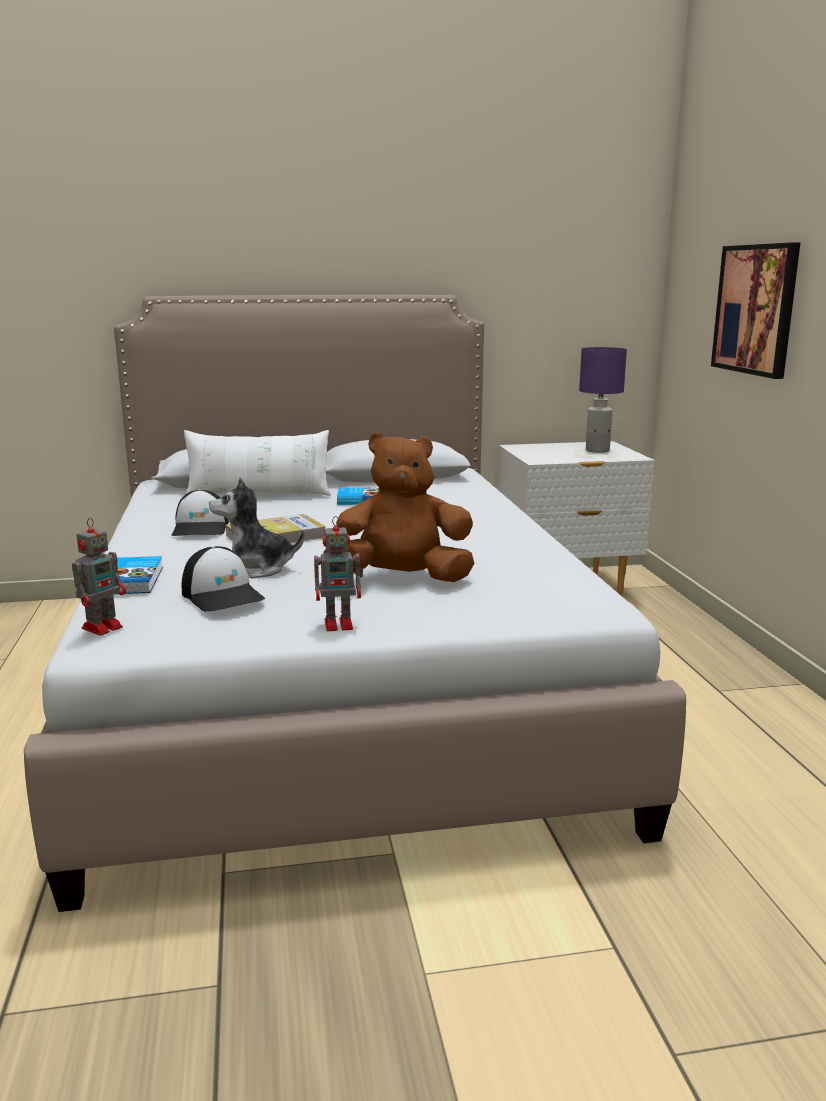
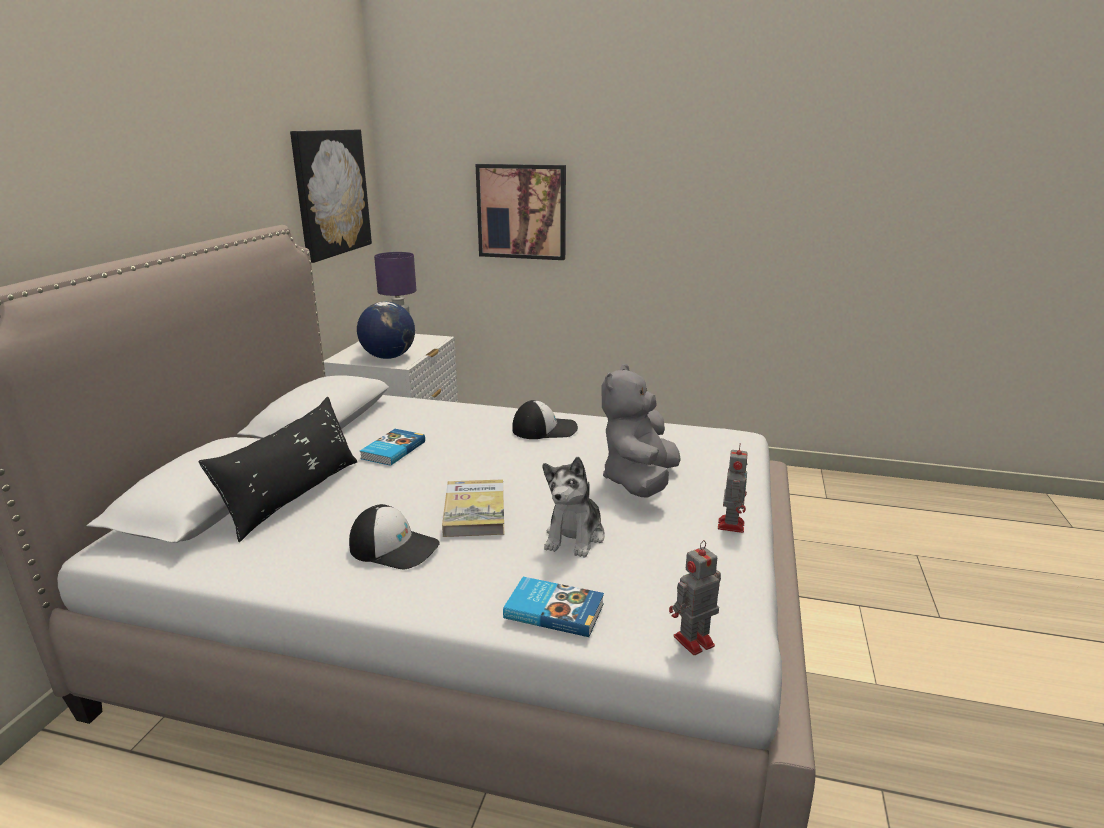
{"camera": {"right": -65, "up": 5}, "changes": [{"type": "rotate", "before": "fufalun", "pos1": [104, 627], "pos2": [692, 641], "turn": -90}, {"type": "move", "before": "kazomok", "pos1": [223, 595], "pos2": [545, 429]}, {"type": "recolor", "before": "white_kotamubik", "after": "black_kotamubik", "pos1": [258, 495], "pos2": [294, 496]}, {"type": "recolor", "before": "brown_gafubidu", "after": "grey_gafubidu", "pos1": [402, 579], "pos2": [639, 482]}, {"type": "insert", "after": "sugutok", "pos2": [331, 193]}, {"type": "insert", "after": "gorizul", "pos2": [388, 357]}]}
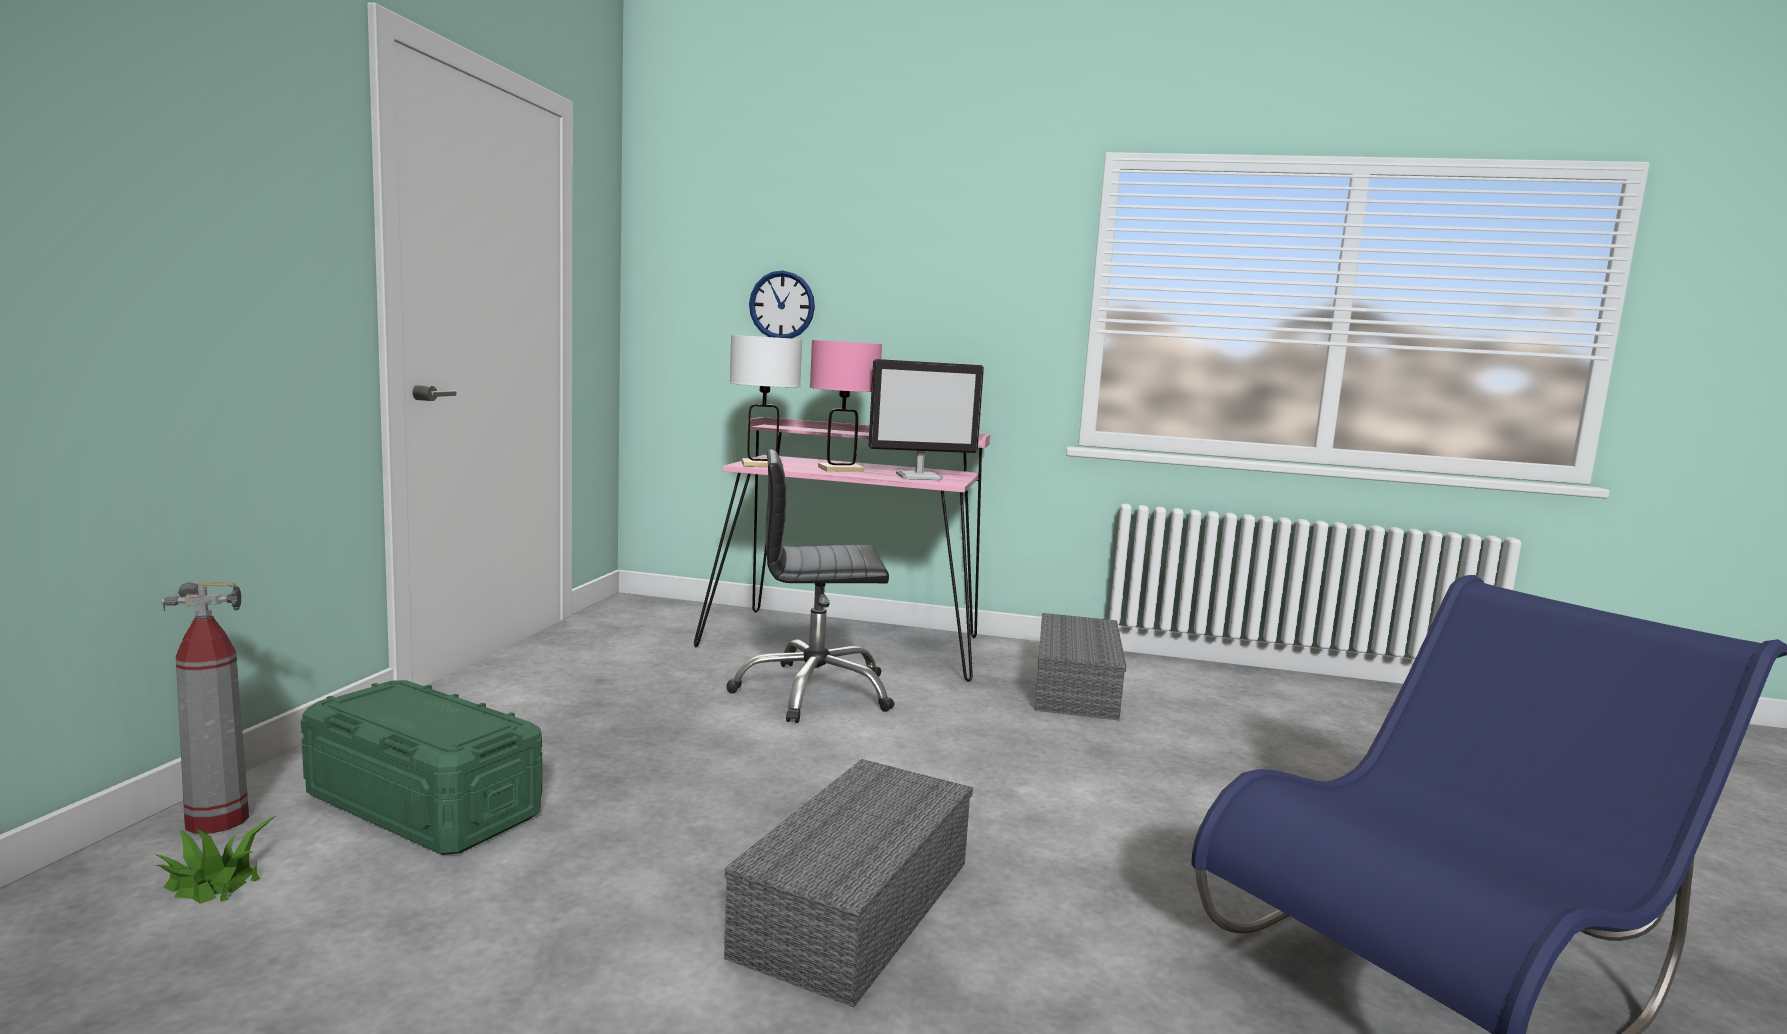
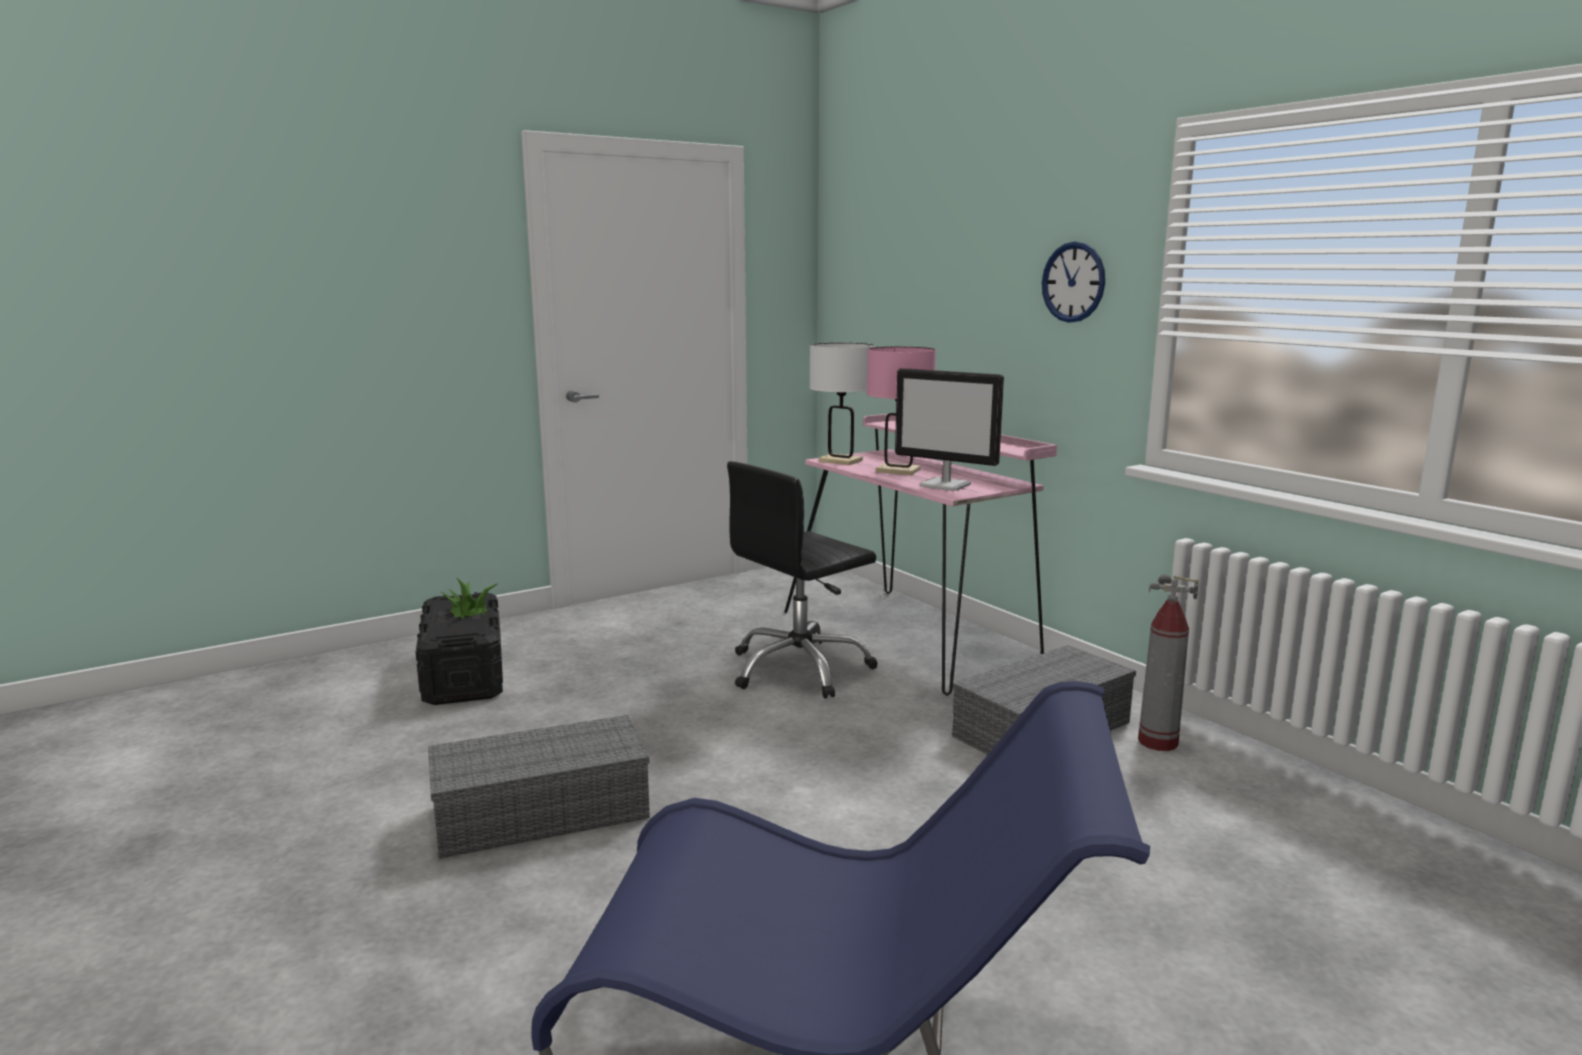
{"camera": {"right": 45, "up": 5}, "changes": [{"type": "move", "before": "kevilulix", "pos1": [213, 883], "pos2": [468, 610]}, {"type": "move", "before": "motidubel", "pos1": [216, 821], "pos2": [1157, 742]}, {"type": "recolor", "before": "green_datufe", "after": "black_datufe", "pos1": [423, 805], "pos2": [463, 674]}, {"type": "rotate", "before": "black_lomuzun", "pos1": [814, 692], "pos2": [800, 669], "turn": -75}, {"type": "move", "before": "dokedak", "pos1": [782, 305], "pos2": [1073, 282]}]}
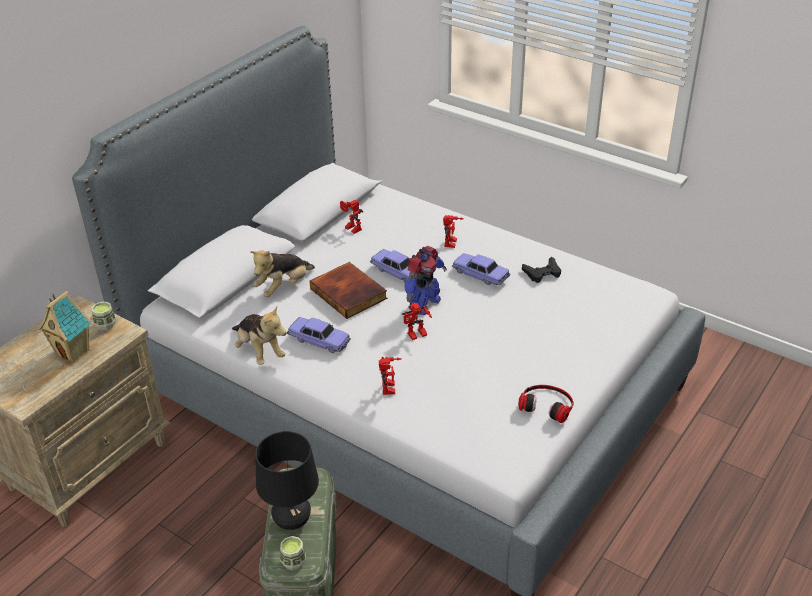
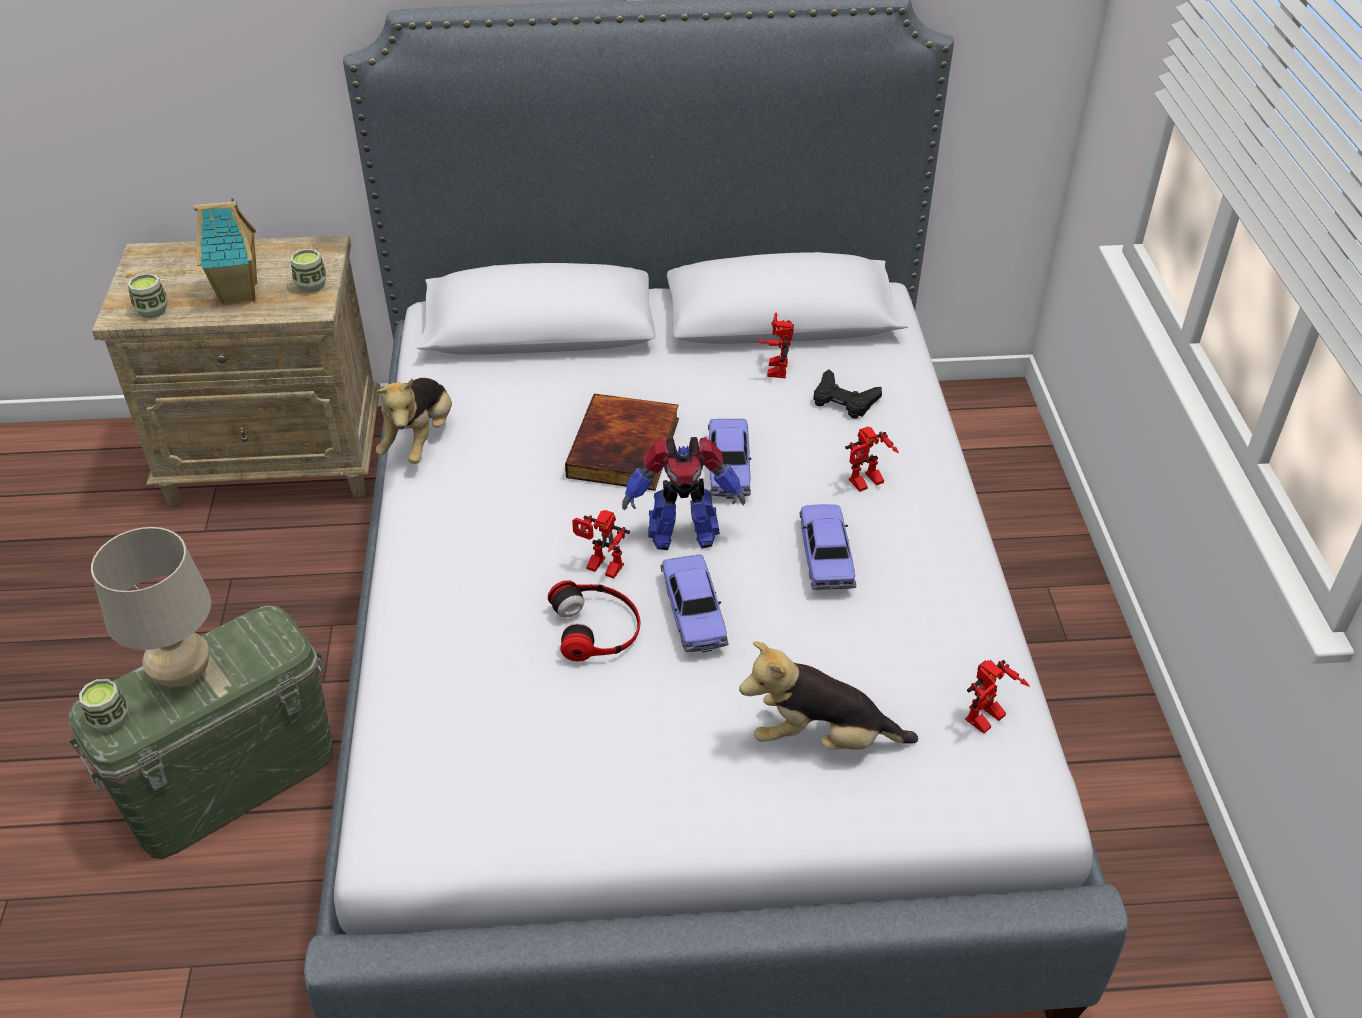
{"camera": {"right": 50, "up": 5}, "changes": [{"type": "move", "before": "gafubidu", "pos1": [283, 287], "pos2": [821, 738]}, {"type": "recolor", "before": "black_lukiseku", "after": "beige_lukiseku", "pos1": [292, 521], "pos2": [183, 674]}, {"type": "move", "before": "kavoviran", "pos1": [319, 340], "pos2": [694, 612]}, {"type": "move", "before": "fufalun", "pos1": [391, 389], "pos2": [987, 722]}, {"type": "move", "before": "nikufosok", "pos1": [547, 404], "pos2": [597, 626]}, {"type": "move", "before": "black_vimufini", "pos1": [542, 273], "pos2": [844, 400]}, {"type": "insert", "after": "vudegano", "pos2": [152, 310]}]}
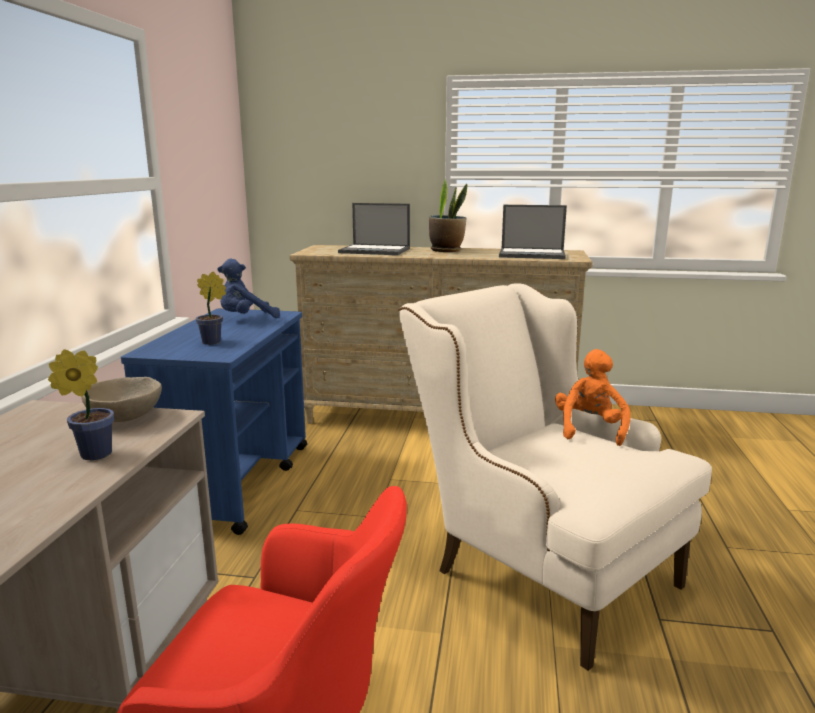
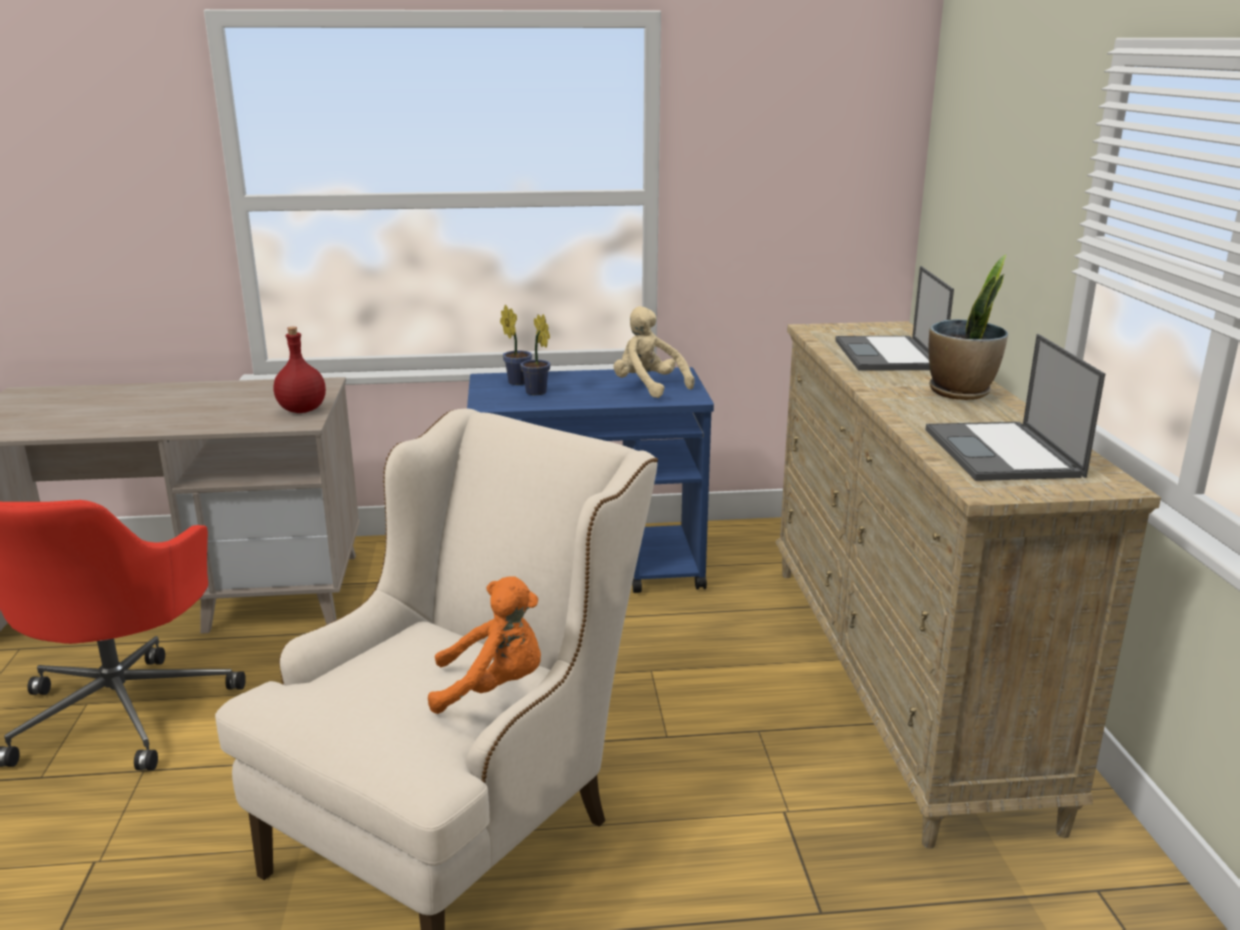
{"camera": {"right": 75, "up": 5}, "changes": [{"type": "move", "before": "kevilulix", "pos1": [92, 455], "pos2": [516, 381]}, {"type": "replace", "before": "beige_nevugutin", "after": "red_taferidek", "pos1": [125, 418], "pos2": [301, 410]}, {"type": "recolor", "before": "blue_gafubidu", "after": "beige_gafubidu", "pos1": [246, 319], "pos2": [648, 387]}]}
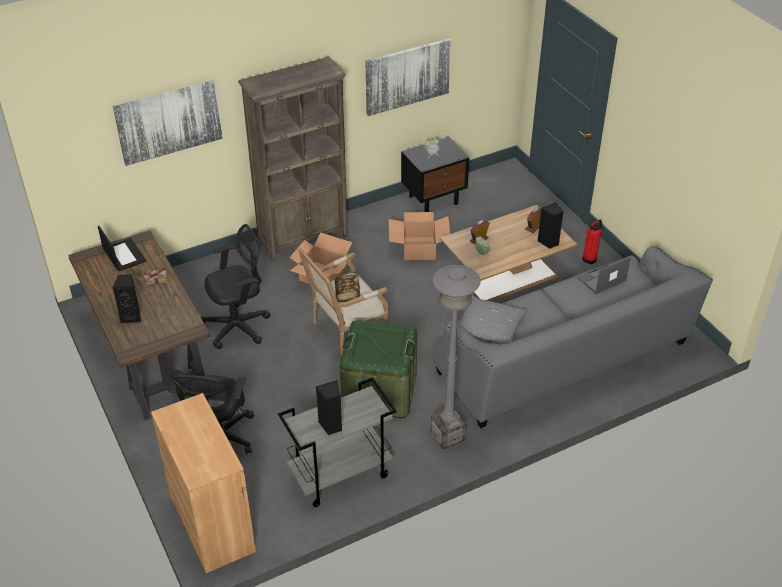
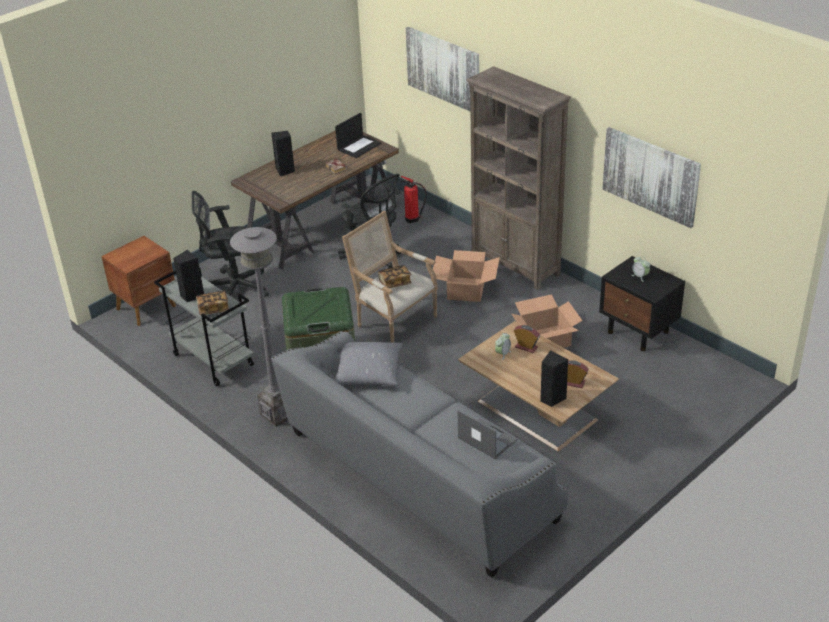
{"camera": {"right": 75, "up": -5}, "changes": [{"type": "replace", "before": "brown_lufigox", "after": "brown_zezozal", "pos1": [212, 523], "pos2": [147, 308]}, {"type": "move", "before": "motidubel", "pos1": [590, 258], "pos2": [413, 219]}, {"type": "insert", "after": "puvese", "pos2": [213, 309]}]}
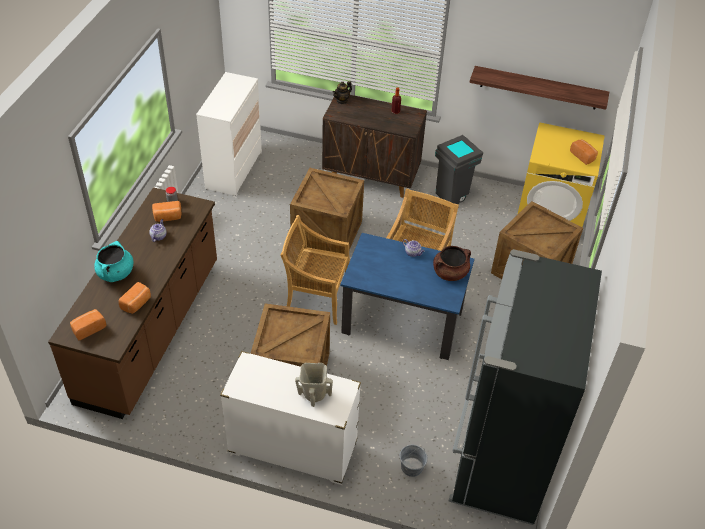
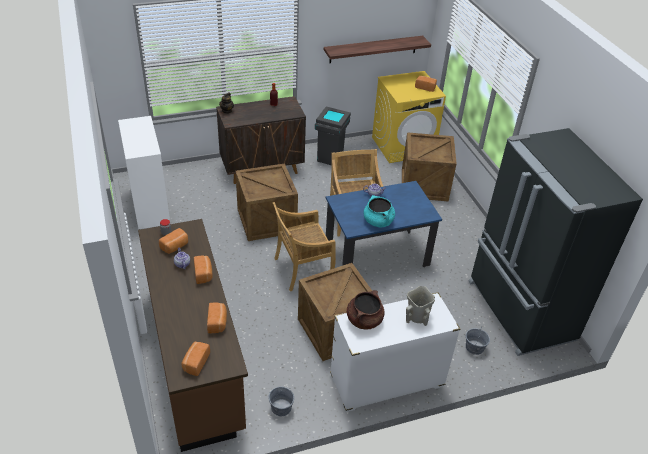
{"camera": {"right": -35, "up": -5}, "changes": [{"type": "move", "before": "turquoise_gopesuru", "pos1": [116, 273], "pos2": [378, 221]}, {"type": "move", "before": "brown_gopesuru", "pos1": [450, 273], "pos2": [364, 320]}, {"type": "insert", "after": "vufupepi", "pos2": [203, 274]}, {"type": "insert", "after": "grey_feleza", "pos2": [281, 407]}]}
